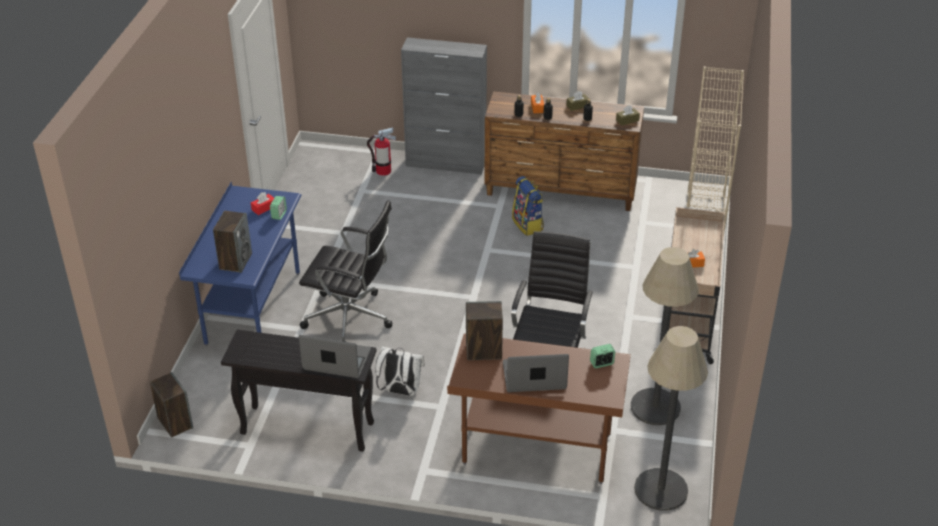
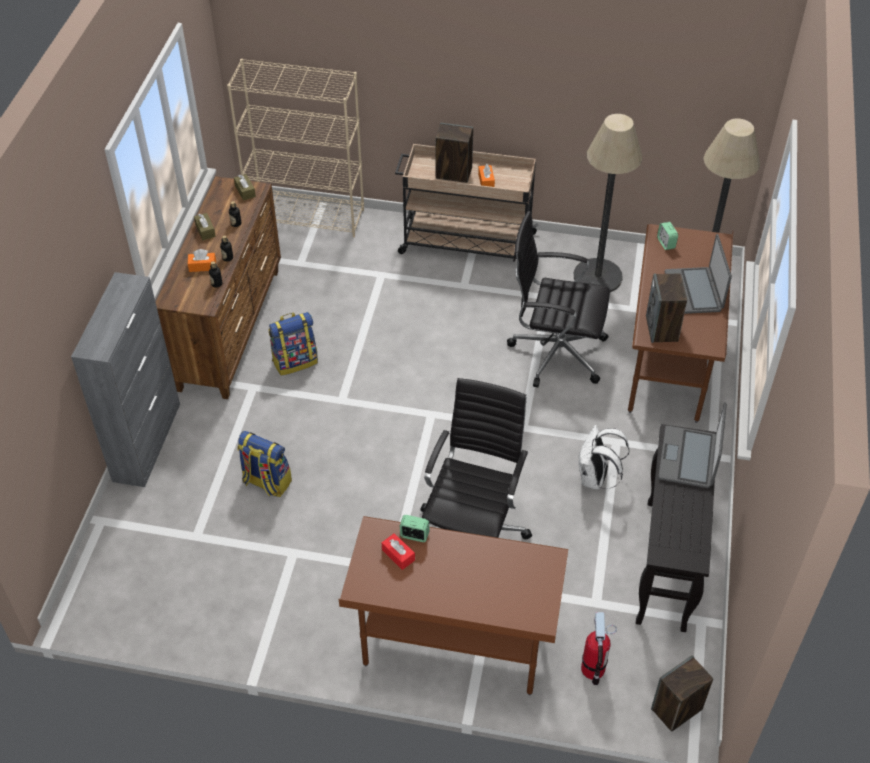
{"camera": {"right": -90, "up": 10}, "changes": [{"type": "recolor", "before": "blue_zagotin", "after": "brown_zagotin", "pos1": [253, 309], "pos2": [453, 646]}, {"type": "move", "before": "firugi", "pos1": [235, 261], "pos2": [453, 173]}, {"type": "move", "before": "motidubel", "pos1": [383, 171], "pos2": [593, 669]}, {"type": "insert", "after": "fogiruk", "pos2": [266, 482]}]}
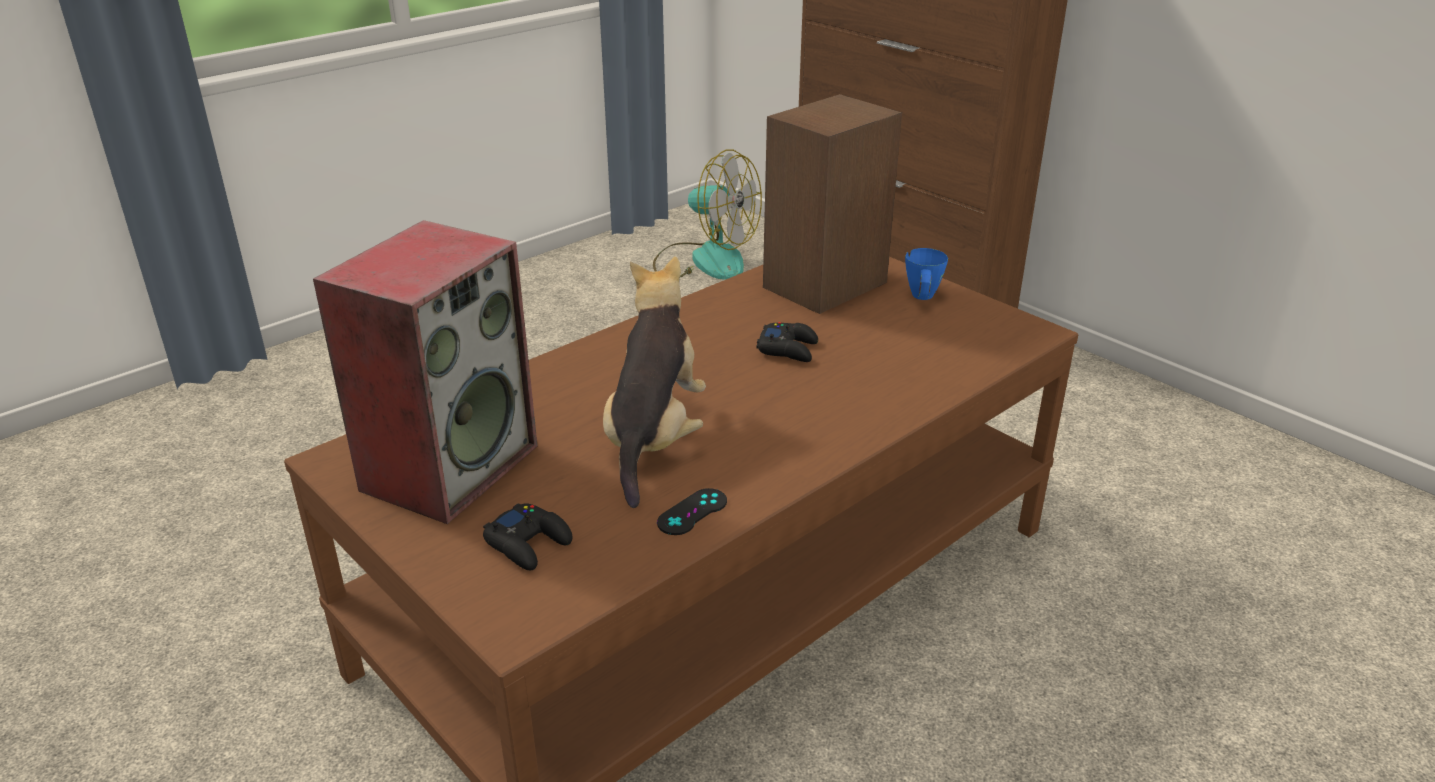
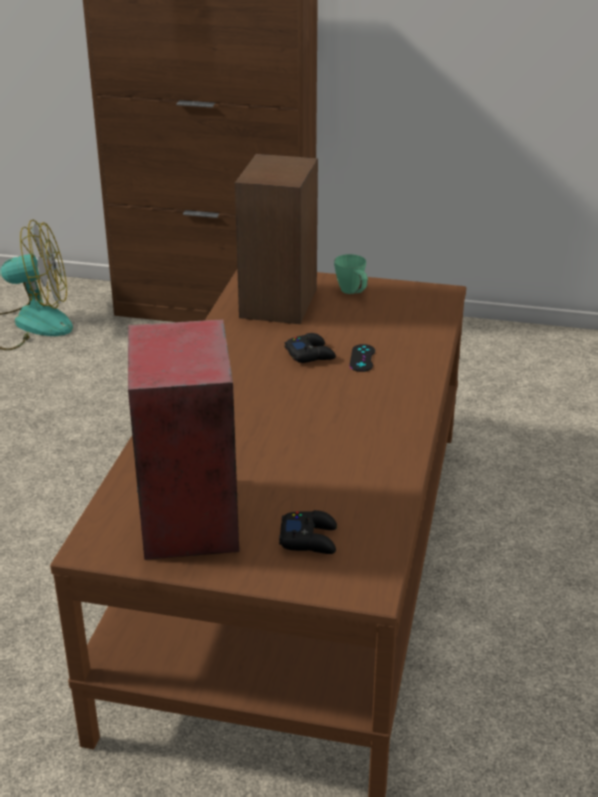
{"camera": {"right": -35, "up": 0}, "changes": [{"type": "delete", "before": "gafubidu", "pos1": [654, 438]}, {"type": "move", "before": "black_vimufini", "pos1": [692, 512], "pos2": [362, 358]}, {"type": "recolor", "before": "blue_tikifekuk", "after": "green_tikifekuk", "pos1": [922, 299], "pos2": [353, 293]}]}
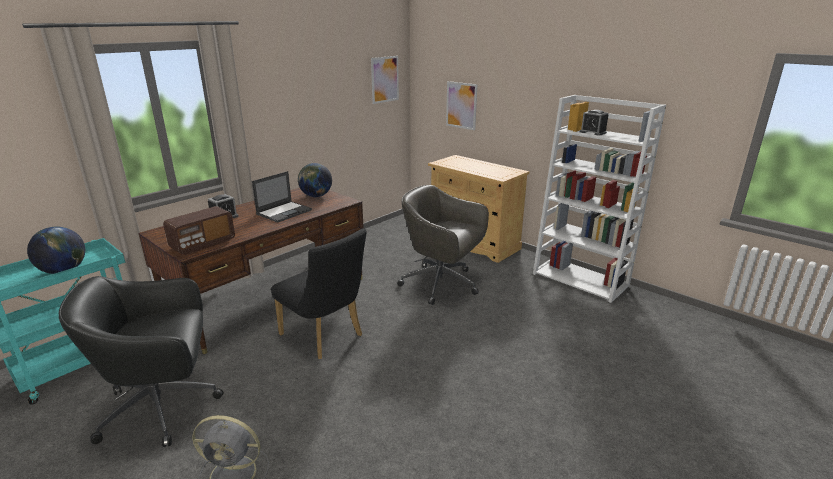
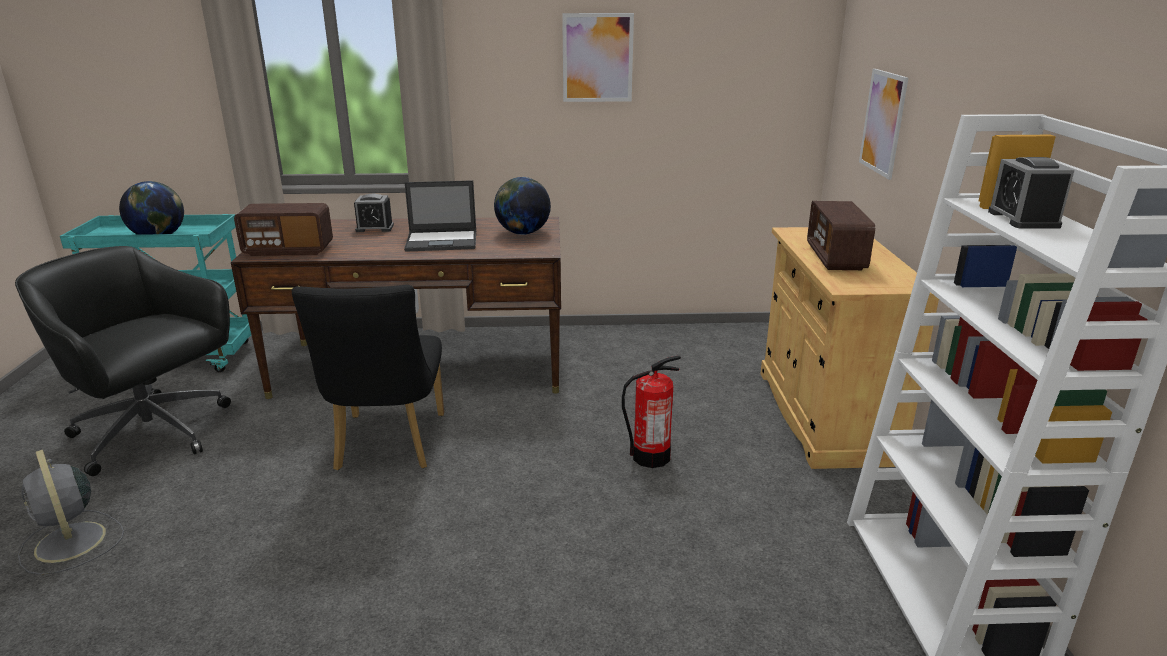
{"camera": {"right": 45, "up": 0}, "changes": [{"type": "move", "before": "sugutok", "pos1": [385, 79], "pos2": [597, 58]}, {"type": "replace", "before": "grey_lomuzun", "after": "motidubel", "pos1": [442, 284], "pos2": [650, 456]}, {"type": "insert", "after": "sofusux", "pos2": [835, 258]}]}
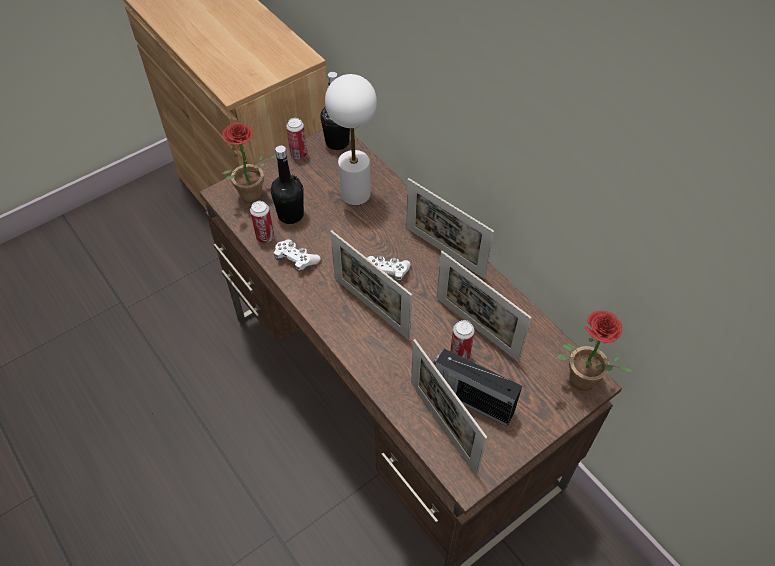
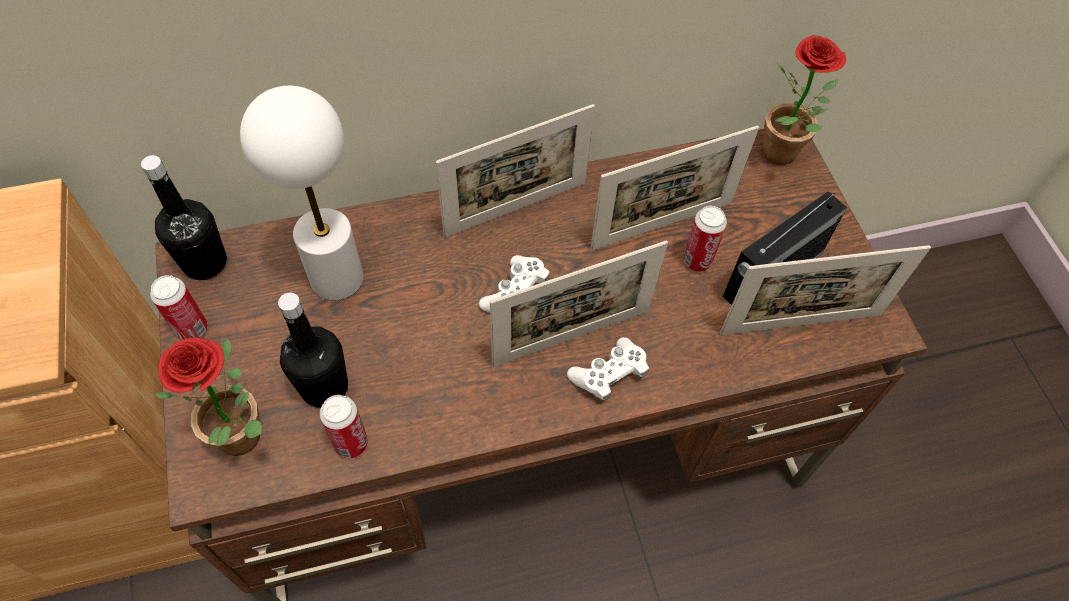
{"camera": {"right": -70, "up": 5}, "changes": [{"type": "move", "before": "white_vimufini", "pos1": [296, 259], "pos2": [609, 375]}]}
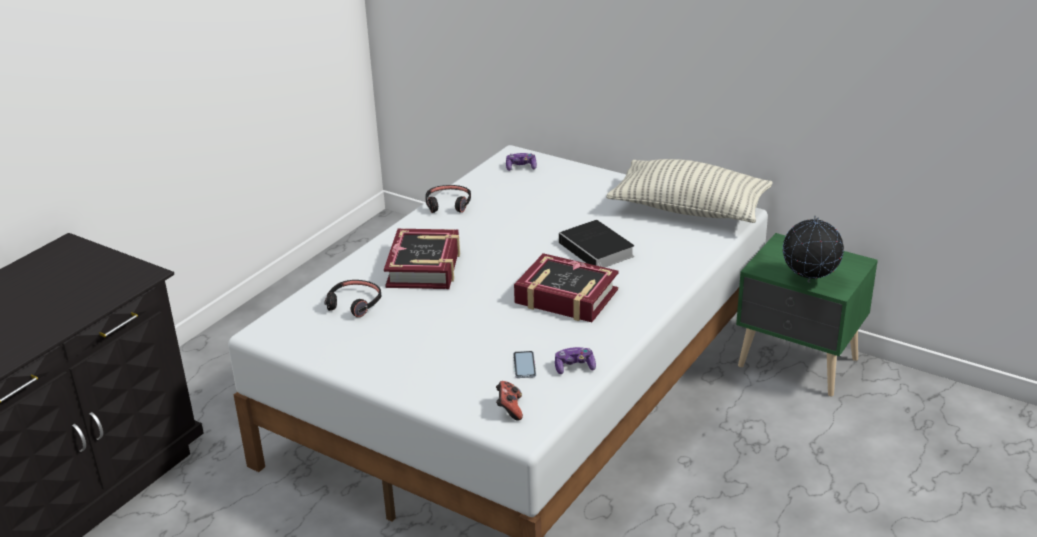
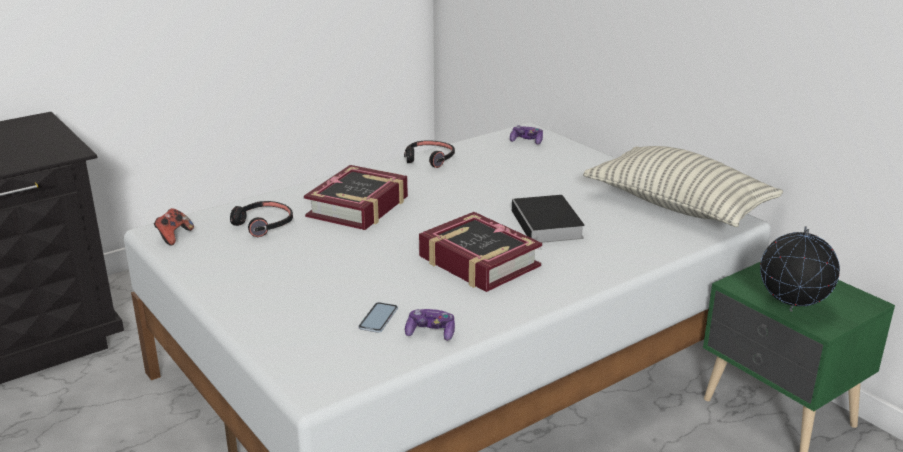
{"camera": {"right": 20, "up": -5}, "changes": [{"type": "move", "before": "vimufini", "pos1": [509, 409], "pos2": [174, 236]}]}
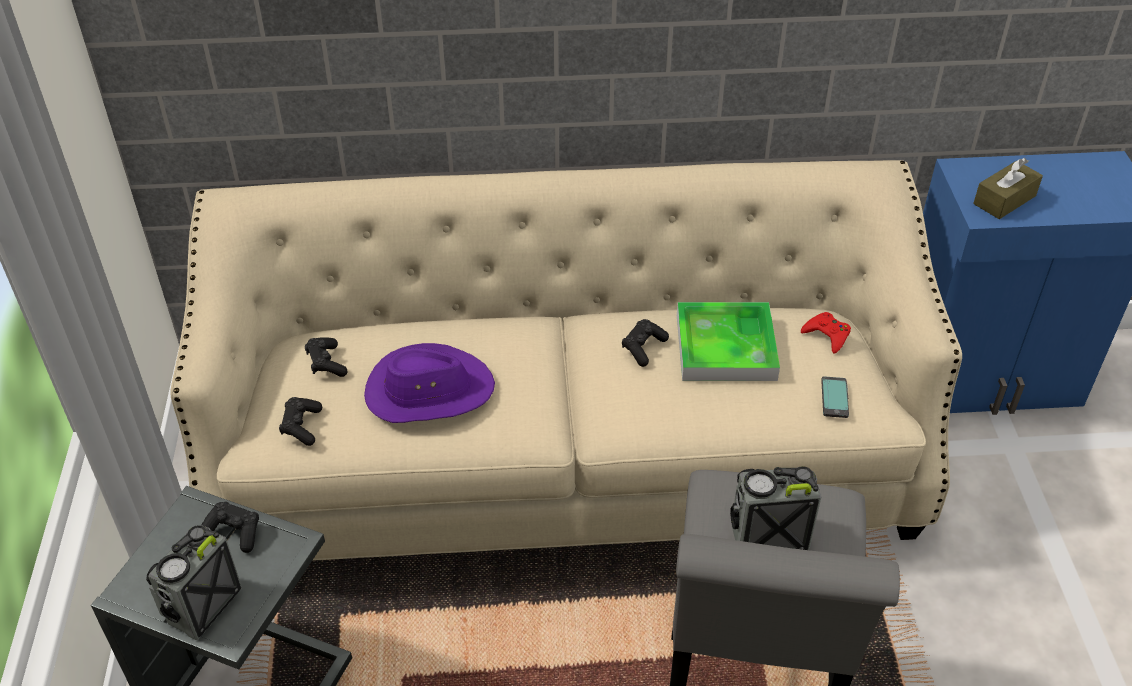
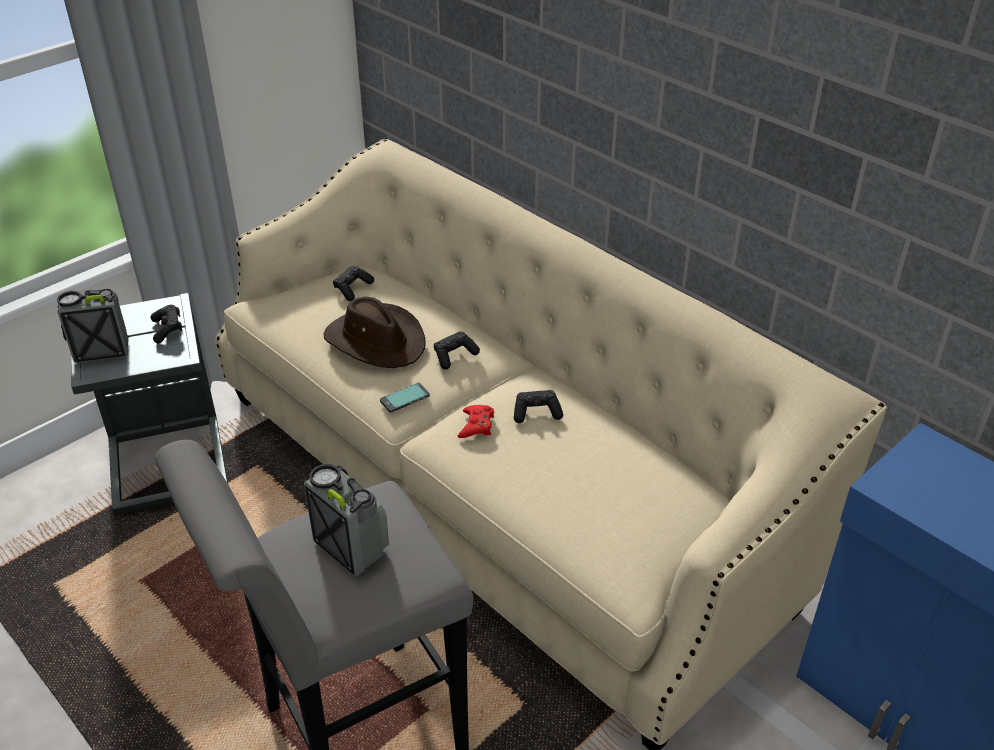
{"camera": {"right": 50, "up": -5}, "changes": [{"type": "move", "before": "black_vimufini", "pos1": [301, 427], "pos2": [454, 356]}, {"type": "recolor", "before": "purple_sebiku", "after": "brown_sebiku", "pos1": [428, 391], "pos2": [376, 340]}, {"type": "delete", "before": "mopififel", "pos1": [725, 347]}, {"type": "move", "before": "red_vimufini", "pos1": [827, 335], "pos2": [476, 425]}, {"type": "move", "before": "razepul", "pos1": [835, 398], "pos2": [405, 398]}, {"type": "delete", "before": "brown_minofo", "pos1": [1004, 200]}]}
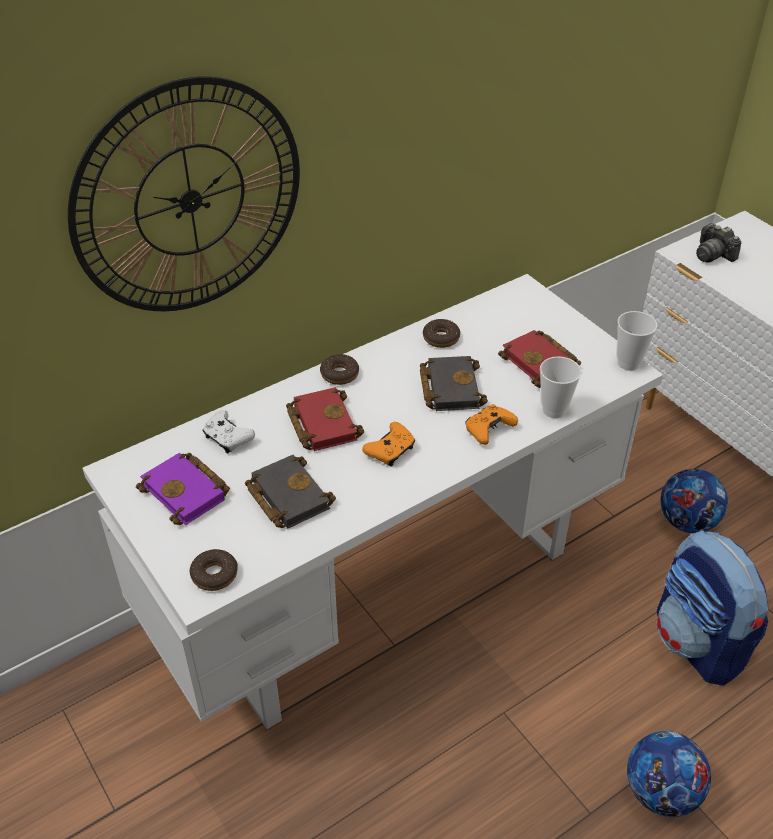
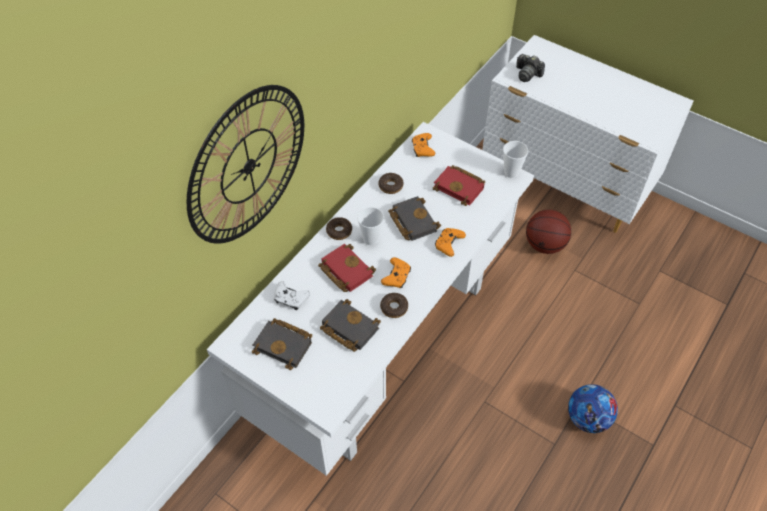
{"camera": {"right": -20, "up": 10}, "changes": [{"type": "recolor", "before": "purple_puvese", "after": "black_puvese", "pos1": [188, 492], "pos2": [285, 345]}, {"type": "move", "before": "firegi", "pos1": [214, 575], "pos2": [394, 308]}, {"type": "move", "before": "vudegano", "pos1": [554, 410], "pos2": [371, 239]}, {"type": "delete", "before": "fogiruk", "pos1": [699, 643]}, {"type": "replace", "before": "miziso", "after": "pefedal", "pos1": [687, 522], "pos2": [544, 245]}, {"type": "insert", "after": "orange_vimufini", "pos2": [422, 149]}]}
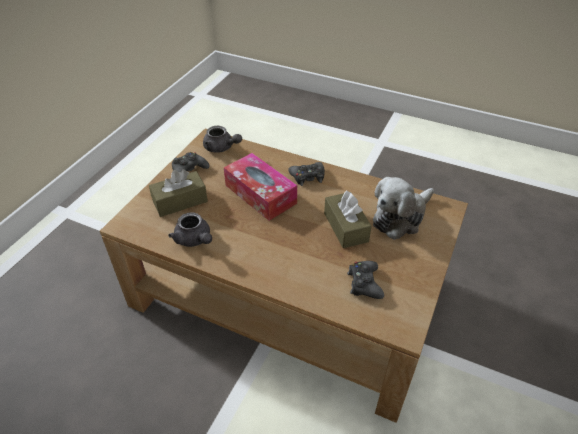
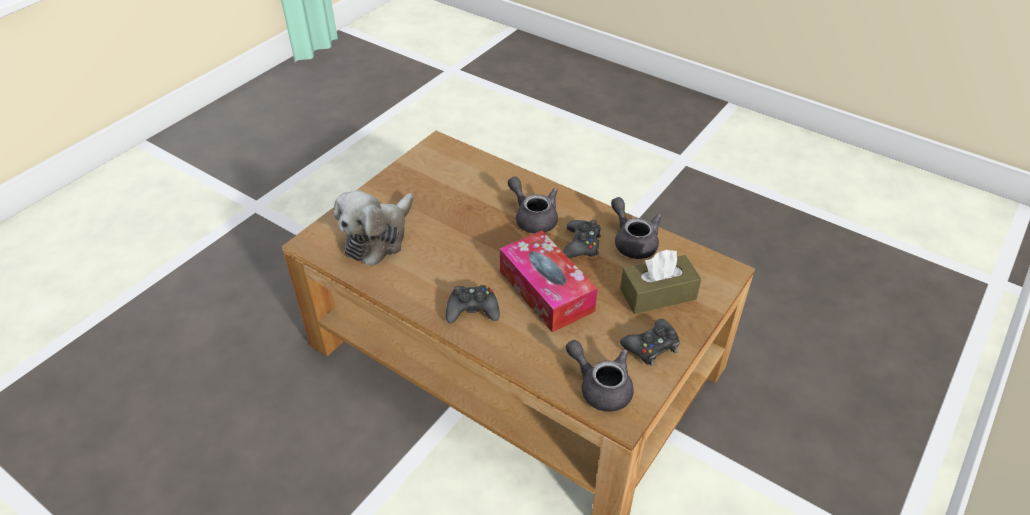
{"camera": {"right": -170, "up": 0}, "changes": [{"type": "delete", "before": "brown_minofo", "pos1": [345, 227]}, {"type": "move", "before": "black_vimufini", "pos1": [364, 283], "pos2": [582, 244]}, {"type": "rotate", "before": "gafubidu", "pos1": [400, 217], "pos2": [378, 237], "turn": 150}, {"type": "insert", "after": "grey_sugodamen", "pos2": [533, 217]}]}
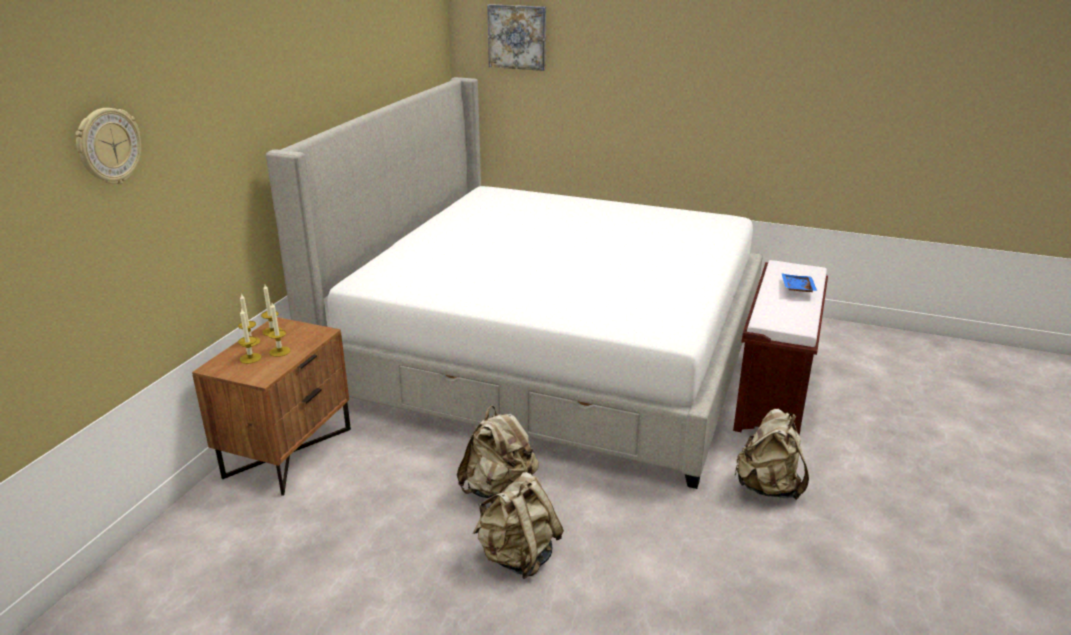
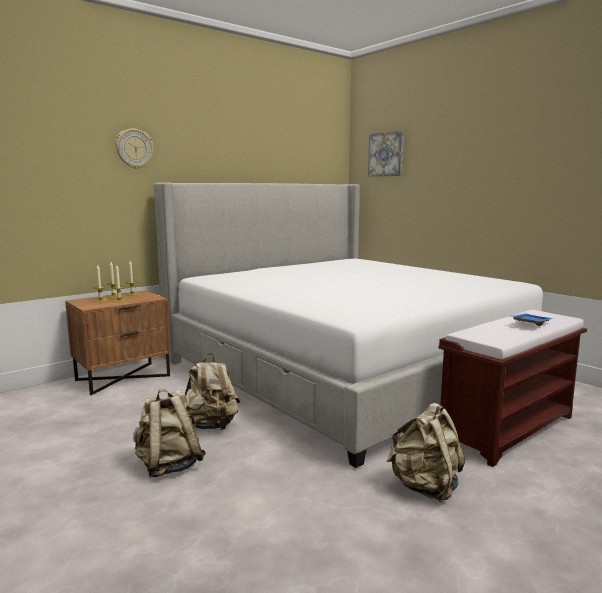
{"camera": {"right": 30, "up": -15}, "changes": [{"type": "move", "before": "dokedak", "pos1": [108, 146], "pos2": [134, 149]}]}
